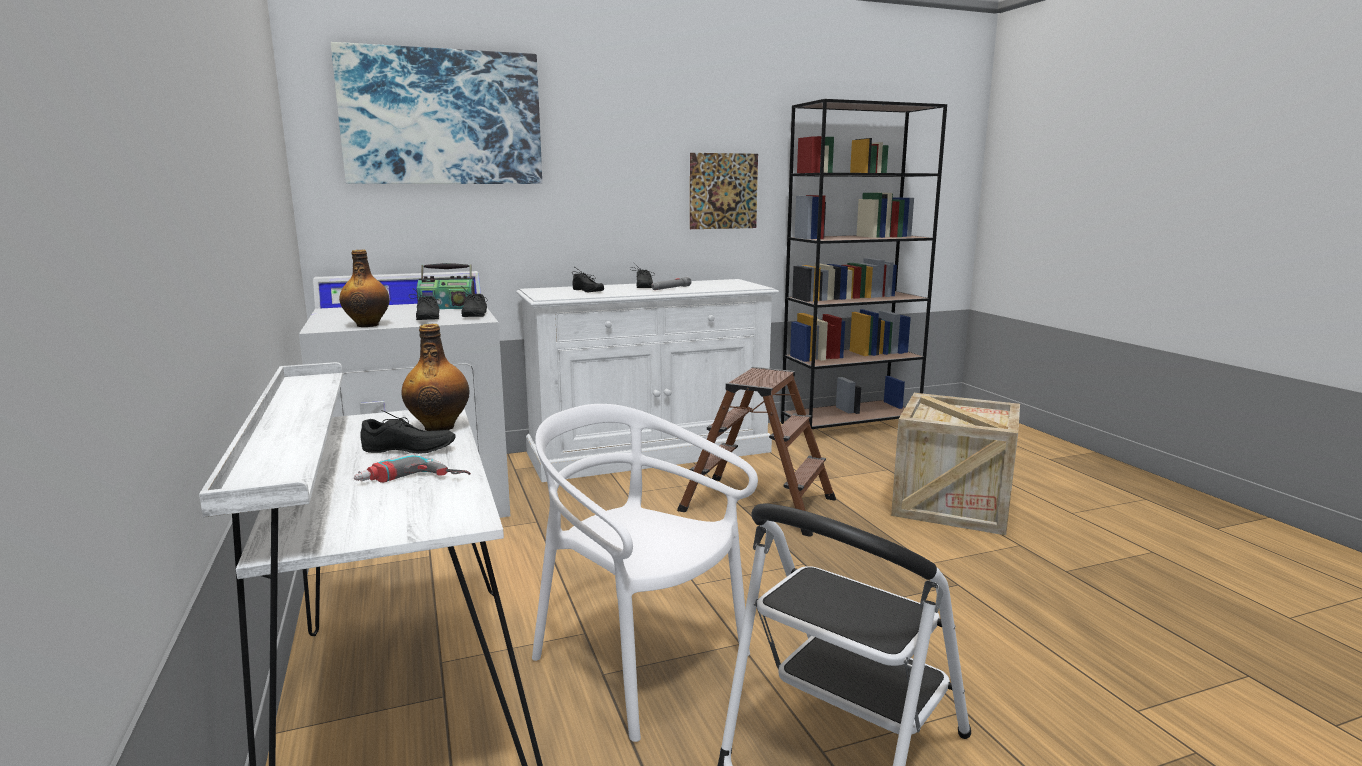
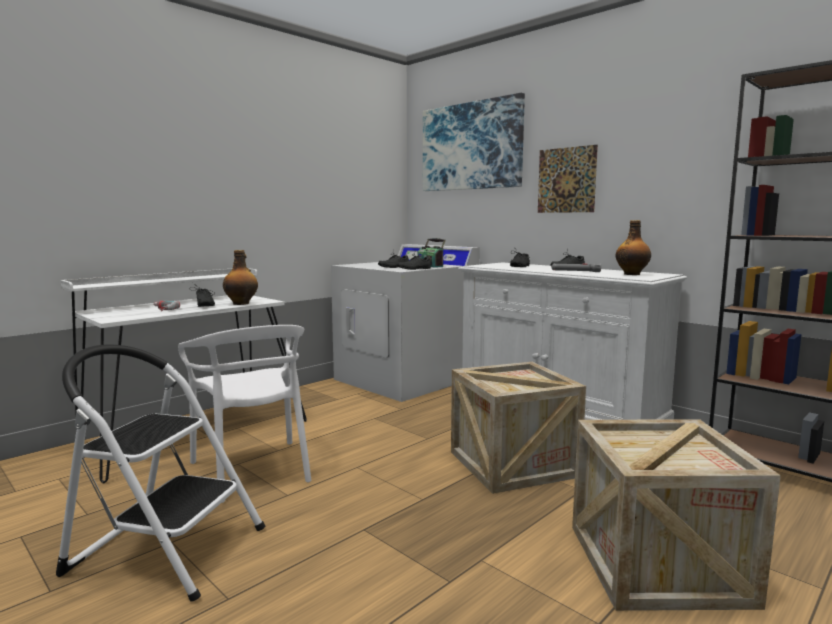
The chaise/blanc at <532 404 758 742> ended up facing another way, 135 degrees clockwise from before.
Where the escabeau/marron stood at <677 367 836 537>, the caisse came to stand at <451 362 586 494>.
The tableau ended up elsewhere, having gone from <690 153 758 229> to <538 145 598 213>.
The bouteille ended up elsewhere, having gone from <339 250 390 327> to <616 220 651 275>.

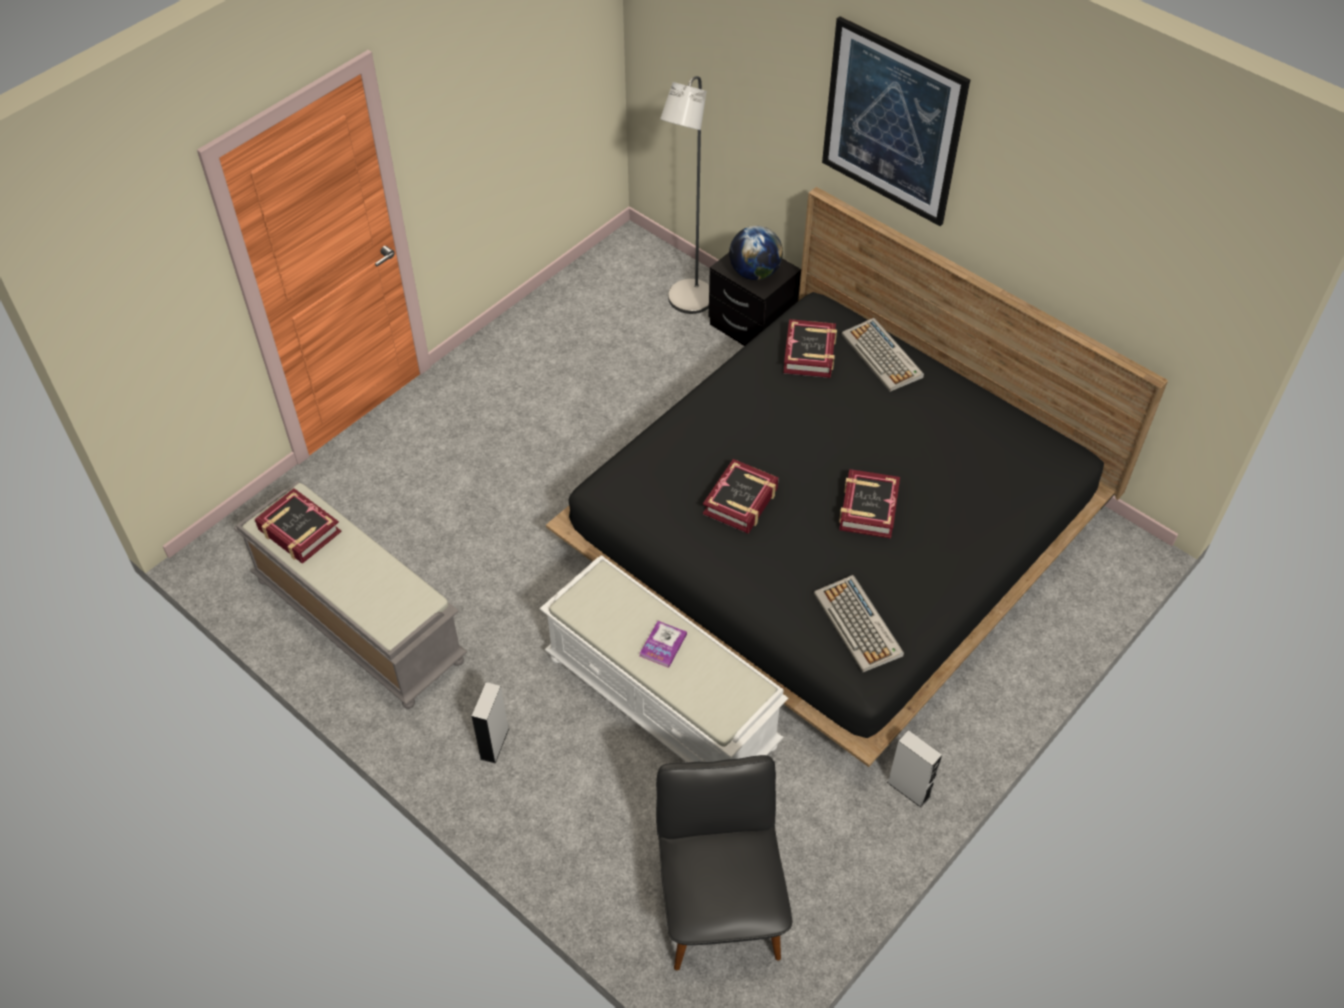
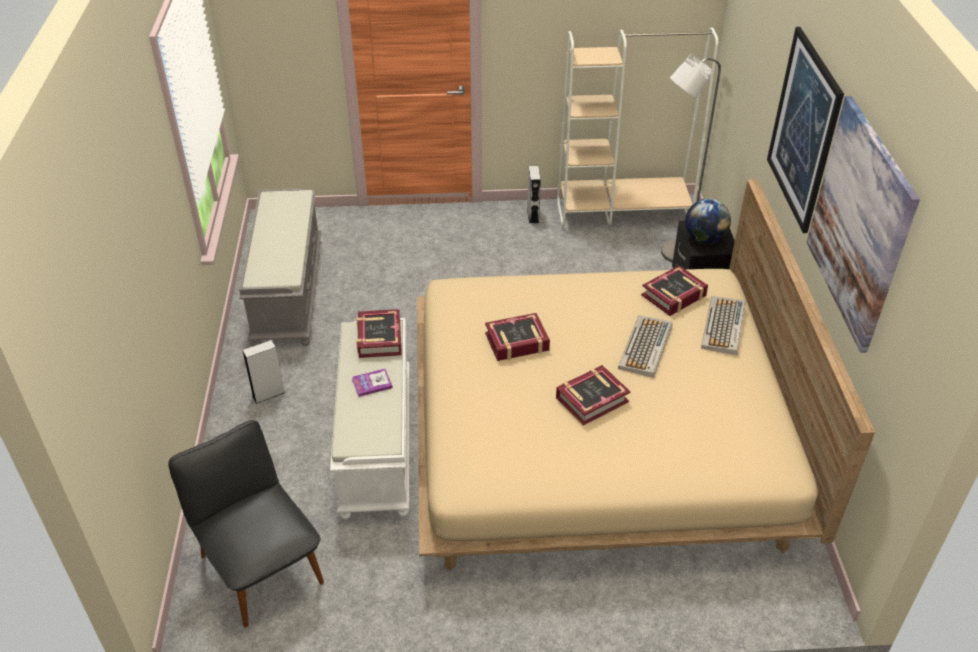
The chaise/noir at <656 755 793 970> ended up facing another way, 75 degrees counterclockwise from before.
The livre ended up elsewhere, having gone from <255 488 342 564> to <356 309 402 358>.
What was the lit/noir at <546 187 1168 767> turned into the lit/beige at <417 179 875 572>.
The enceinte/gris ended up elsewhere, having gone from <887 730 942 808> to <527 166 541 224>.
The second view gained the portant/beige at <557 27 718 226>.
The clavier ended up elsewhere, having gone from <814 575 904 672> to <618 315 673 378>.
The second view gained the tableau at <807 96 920 353>.

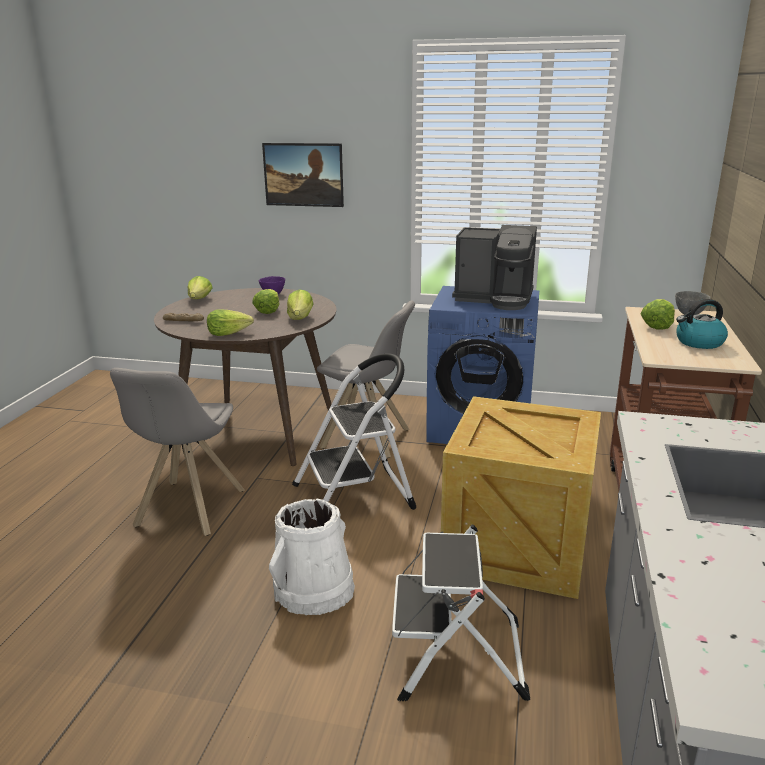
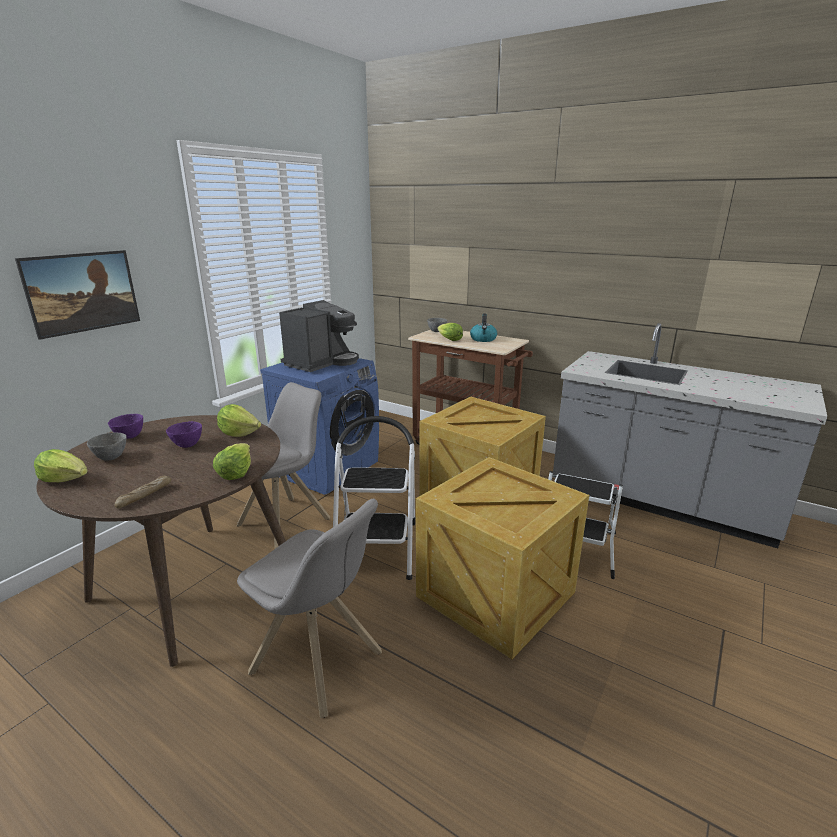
The second view gained the bol/gris at <87 433 127 461>.
Where the laitue stood at <252 289 279 314>, the bol/violet came to stand at <166 421 202 448>.
Where the seau/blanc stood at <269 499 355 615>, the caisse came to stand at <416 457 589 659>.

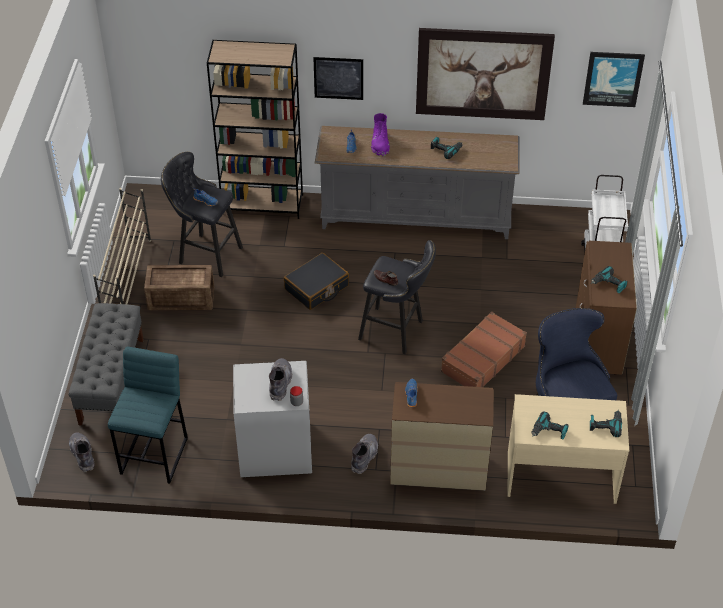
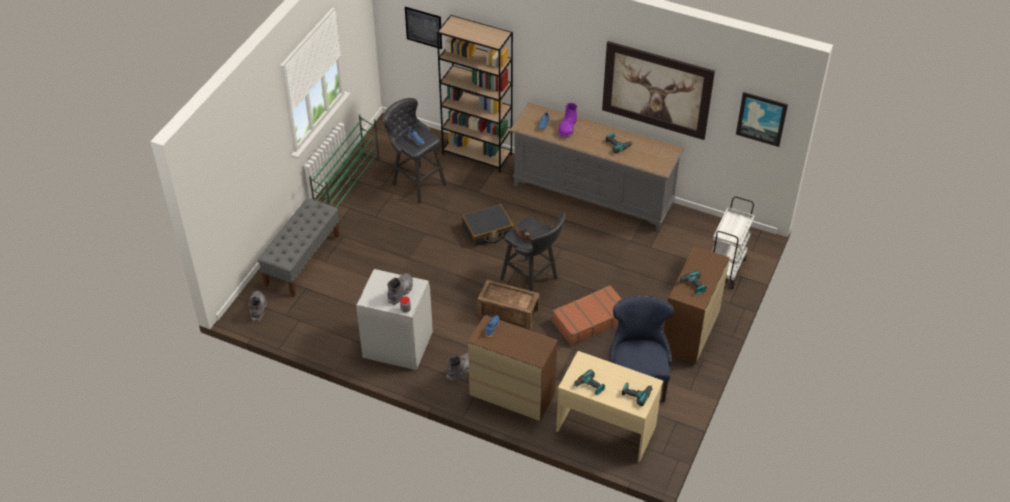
What was the étagère à chaussures/beige at <93 188 151 304> turned into the étagère à chaussures/vert at <309 114 380 208>.
The tableau ended up elsewhere, having gone from <313 57 363 100> to <405 7 442 49>.
The caisse ended up elsewhere, having gone from <144 265 214 310> to <477 280 539 330>.
The second view lost the tabouret/turquoise at <108 347 188 484>.

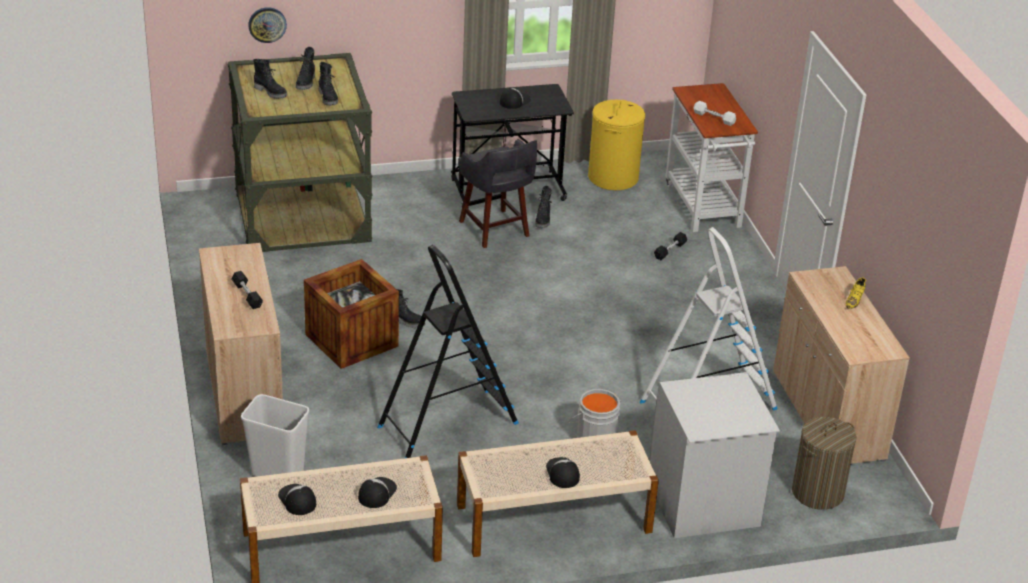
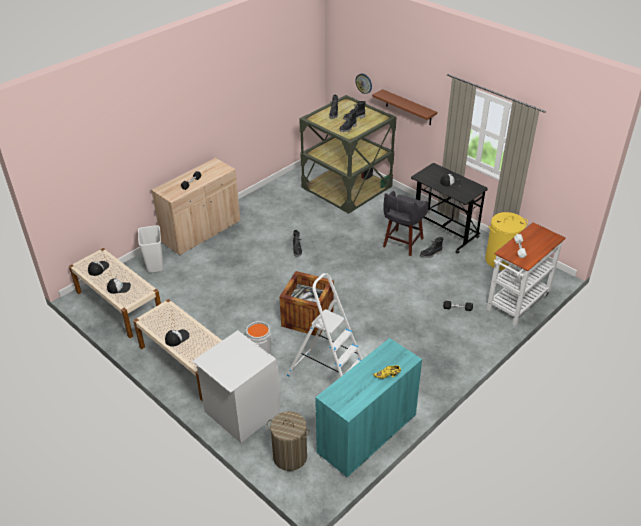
The caisse ended up elsewhere, having gone from <304 259 399 369> to <279 271 334 337>.
What was the meuble de rangement/beige at <773 266 910 464> turned into the meuble de rangement/turquoise at <315 338 422 478>.
The second view gained the étagère/marron at <372 89 437 125>.
The second view lost the escabeau/noir at <377 245 519 458>.

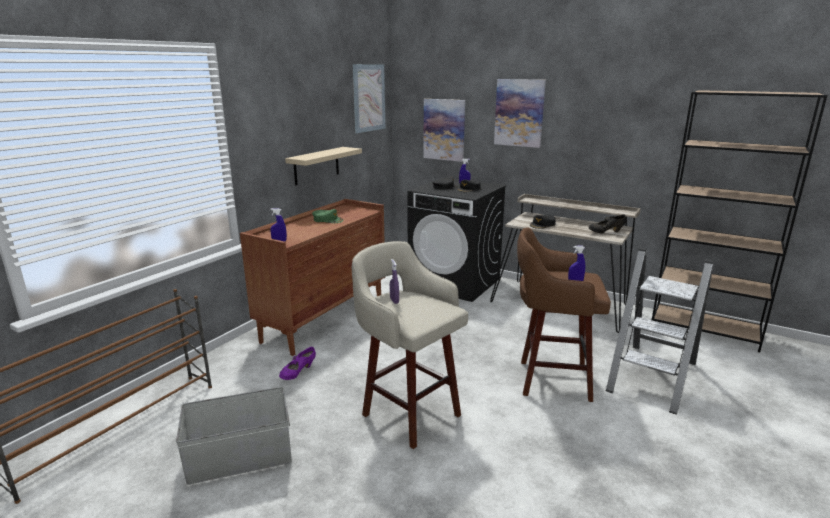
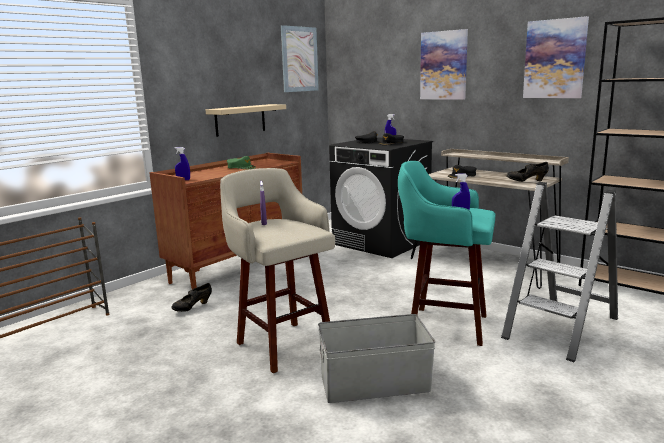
What was the chaussure/violet at <279 347 316 380> turned into the chaussure/noir at <171 283 212 312>.
The boîte de rangement/gris ended up elsewhere, having gone from <176 387 292 485> to <318 314 435 403>.
What was the tabouret/marron at <517 227 611 402> turned into the tabouret/turquoise at <398 161 495 346>.
The tableau ended up elsewhere, having gone from <423 99 465 162> to <523 16 589 98>.

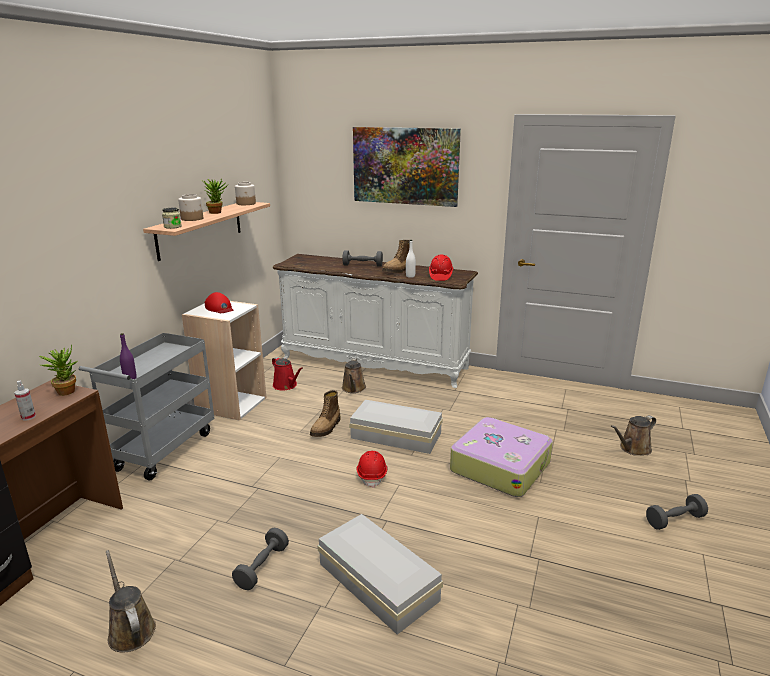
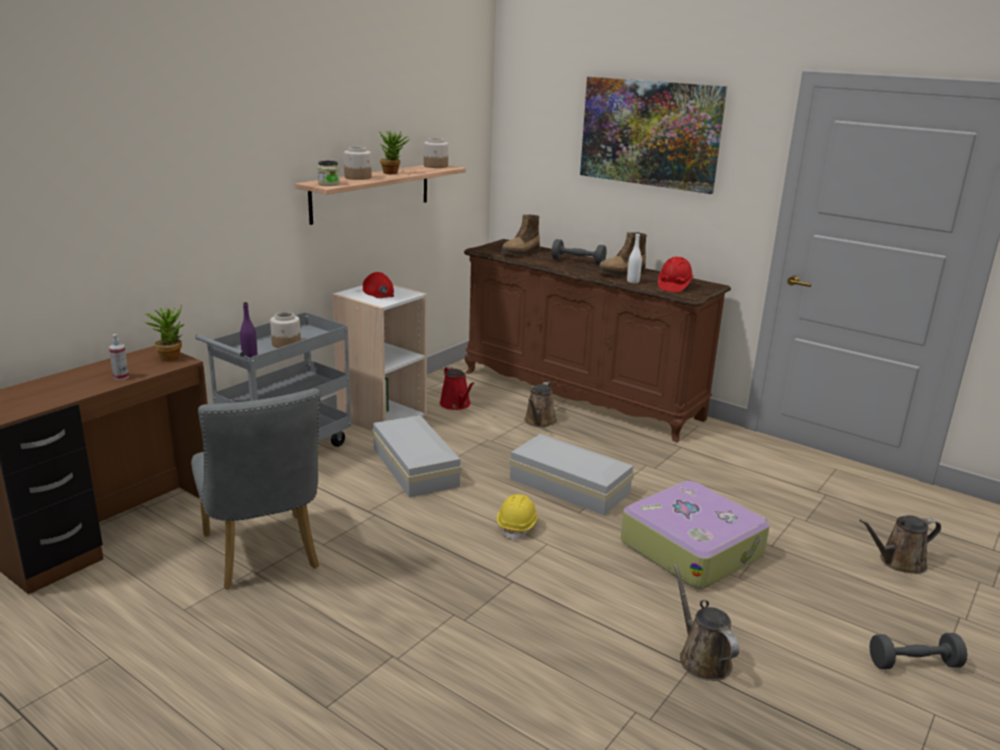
The second view gained the chaise/gris at <191 388 321 589>.
The second view gained the bocal at <270 312 301 348>.
The boîte de rangement/blanc ended up elsewhere, having gone from <317 514 443 635> to <372 415 462 498>.
What was the meuble de rangement/blanc at <273 254 478 388> turned into the meuble de rangement/marron at <464 239 731 442>.
What was the casque de chantier/rouge at <357 451 387 488> turned into the casque de chantier/jaune at <497 494 538 541>.
The botte ended up elsewhere, having gone from <310 390 341 437> to <501 215 540 256>.
The arrosoir/marron ended up elsewhere, having gone from <106 550 156 653> to <673 564 739 681>.
The second view lost the haltère/gris at <232 528 289 590>.

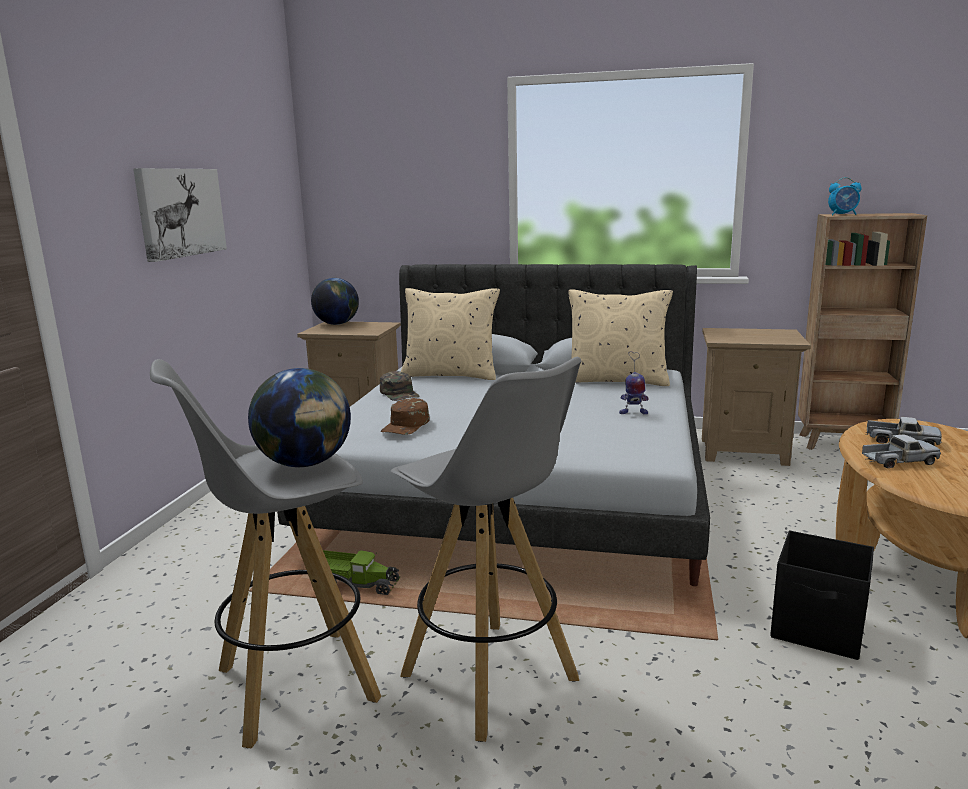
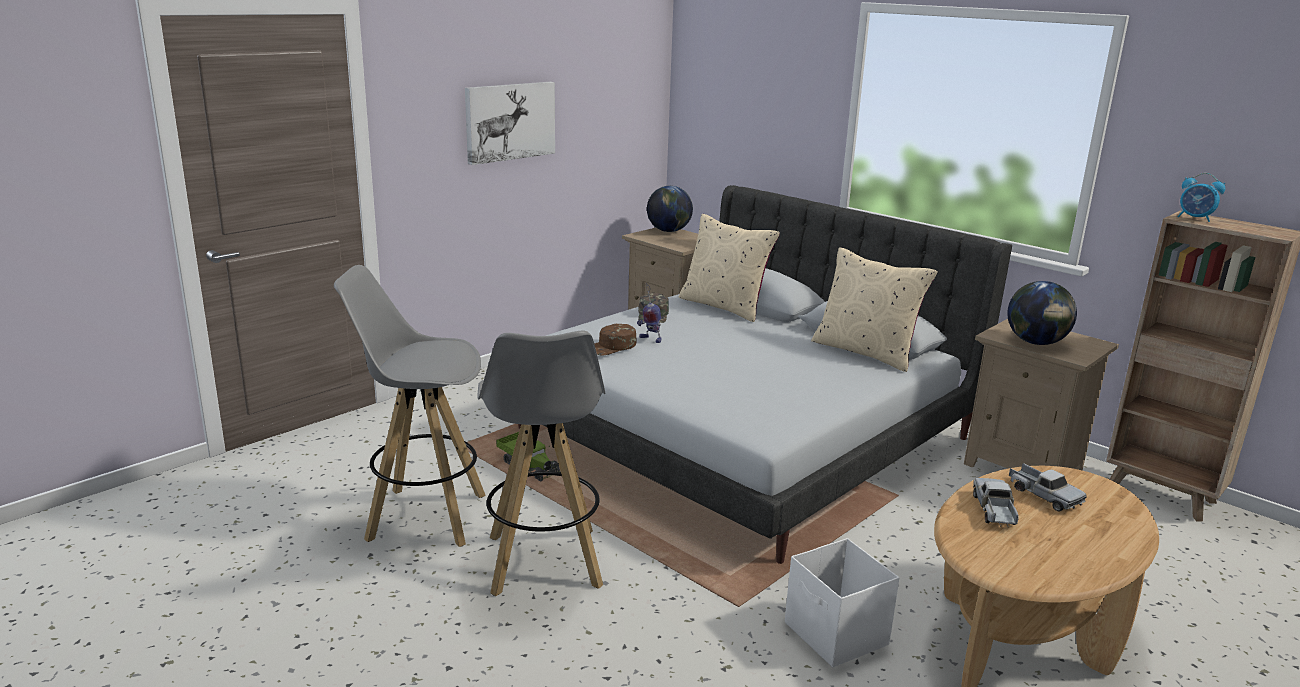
The robot jouet ended up elsewhere, having gone from <619 351 649 415> to <637 283 661 343>.
What was the boîte de rangement/noir at <770 531 874 660> turned into the boîte de rangement/blanc at <785 538 899 667>.
The camion jouet at <862 435 941 468> ended up facing another way, 105 degrees counterclockwise from before.
The globe ended up elsewhere, having gone from <248 368 351 467> to <1007 281 1077 345>.

